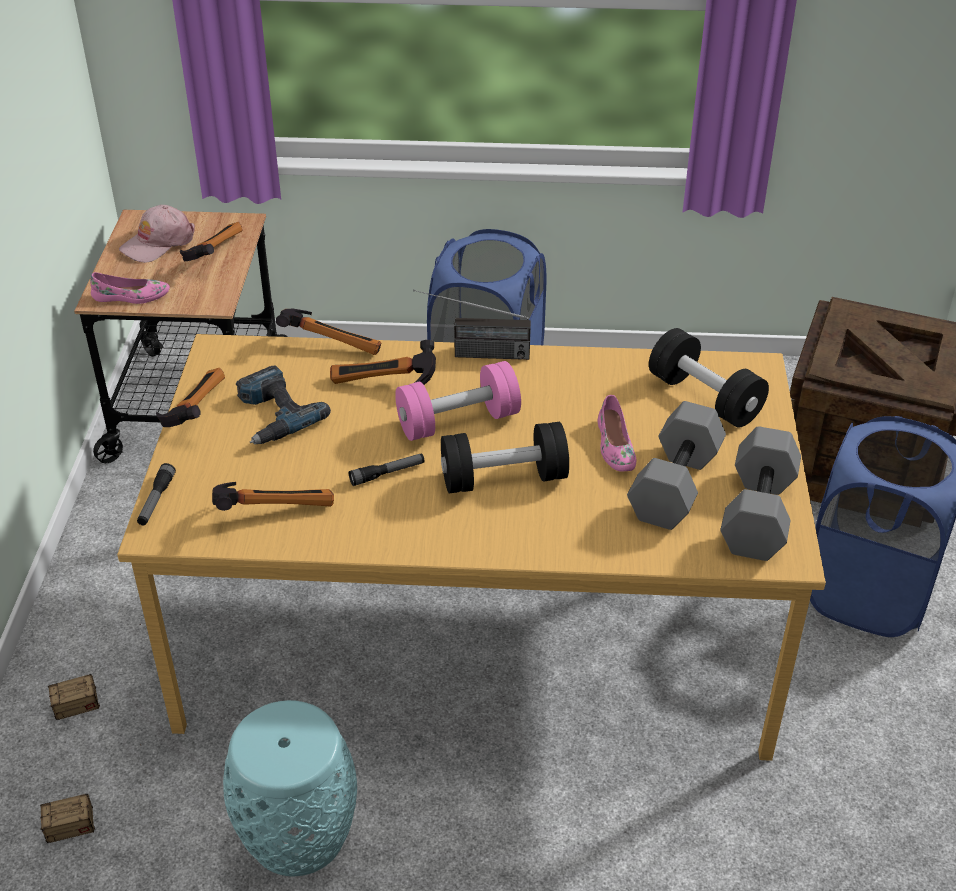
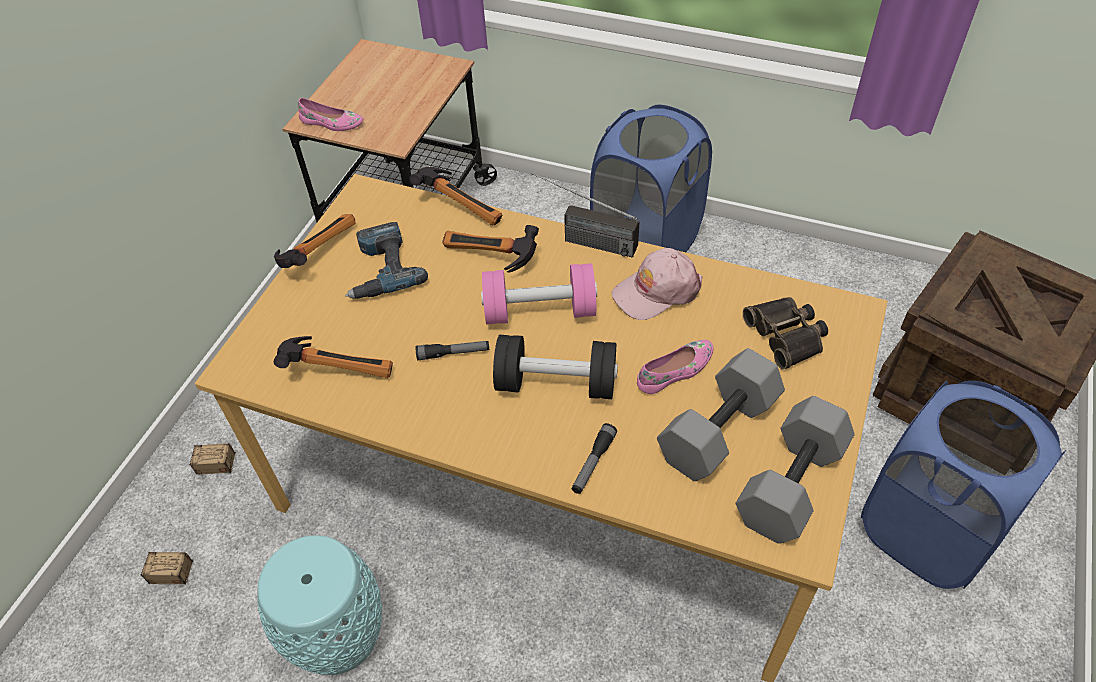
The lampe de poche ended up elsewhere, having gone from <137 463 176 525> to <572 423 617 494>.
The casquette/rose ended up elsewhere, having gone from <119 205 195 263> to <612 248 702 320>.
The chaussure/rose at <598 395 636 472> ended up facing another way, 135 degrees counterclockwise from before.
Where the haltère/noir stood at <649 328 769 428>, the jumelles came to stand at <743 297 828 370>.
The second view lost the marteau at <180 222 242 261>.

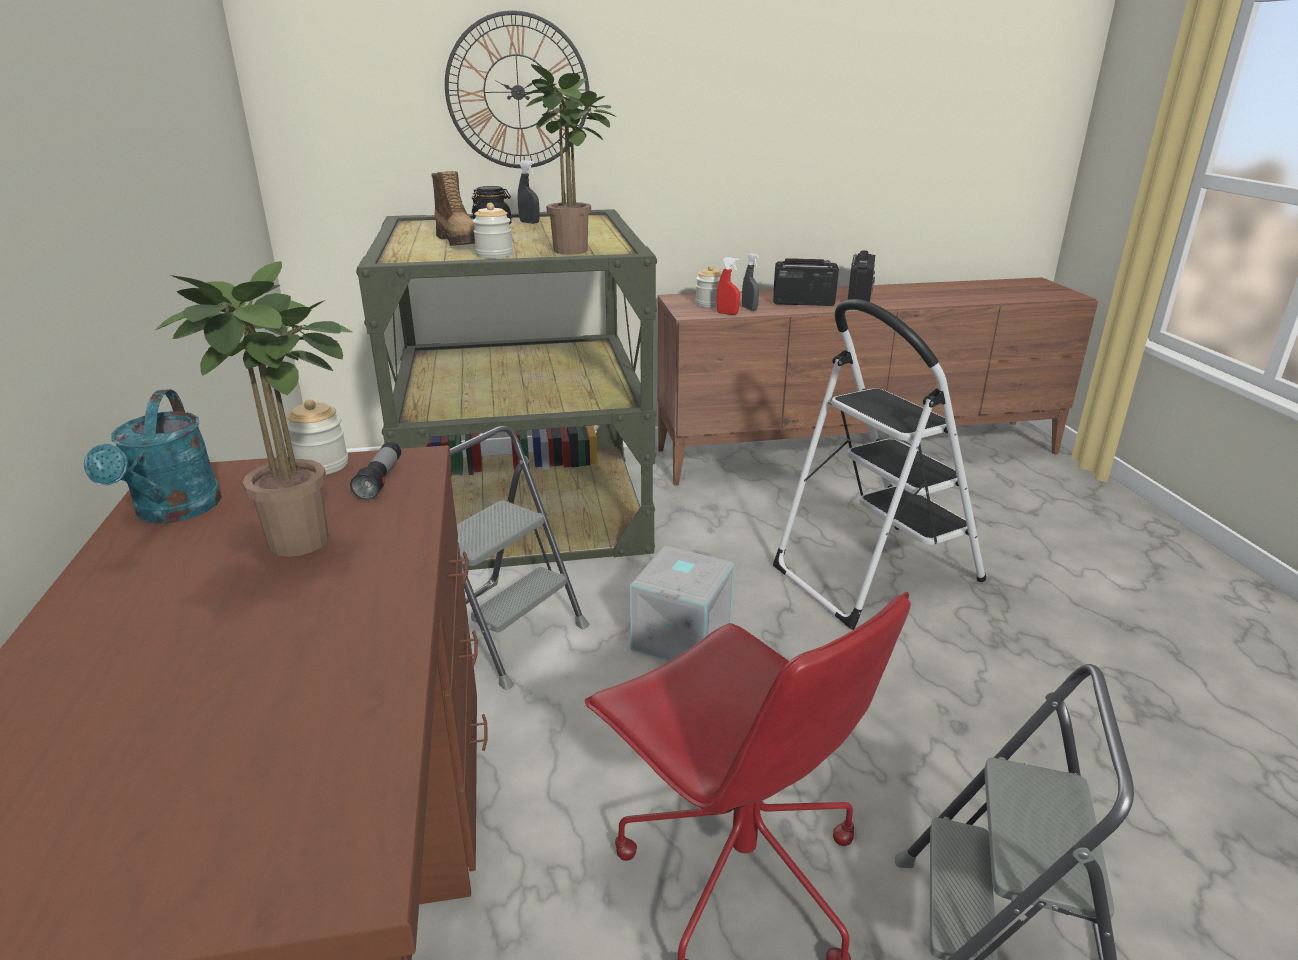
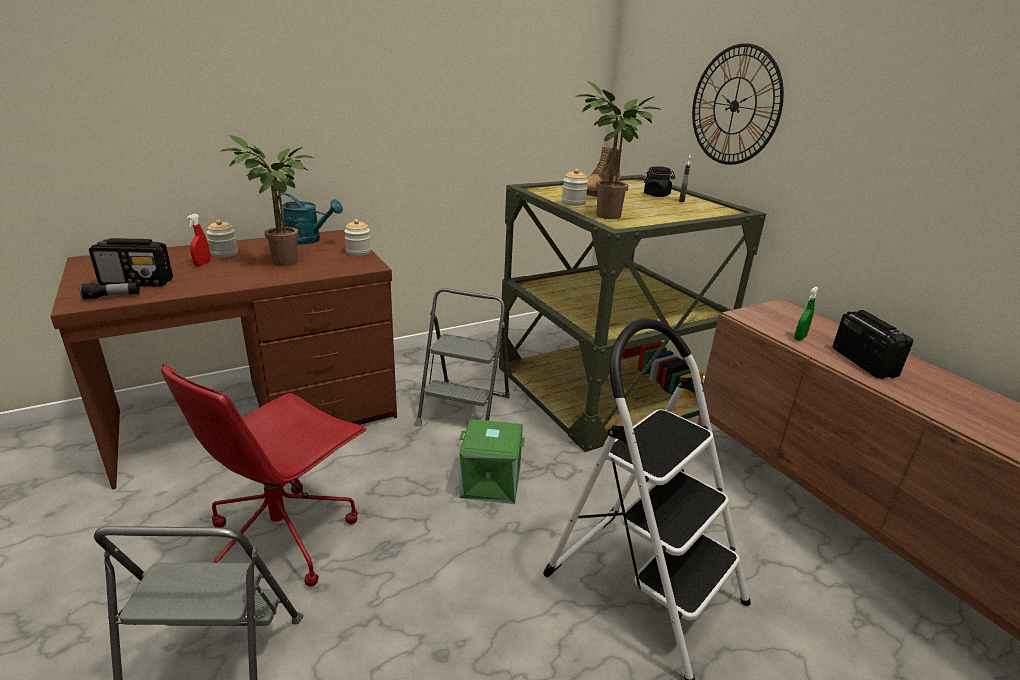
The lampe de poche ended up elsewhere, having gone from <350 442 401 500> to <80 282 140 300>.
The radio ended up elsewhere, having gone from <848 250 875 302> to <89 238 173 287>.
The vaporisateur/rouge ended up elsewhere, having gone from <717 257 740 315> to <186 214 210 266>.
The bocal ended up elsewhere, having gone from <696 265 722 307> to <206 220 238 258>.
The arrosoir/turquoise at <84 389 222 524> ended up facing another way, 135 degrees counterclockwise from before.
What was the boîte de rangement/gris at <630 545 734 661> turned into the boîte de rangement/vert at <459 419 525 504>.
What was the vaporisateur/gris at <742 253 759 311> turned into the vaporisateur/vert at <794 287 819 341>.

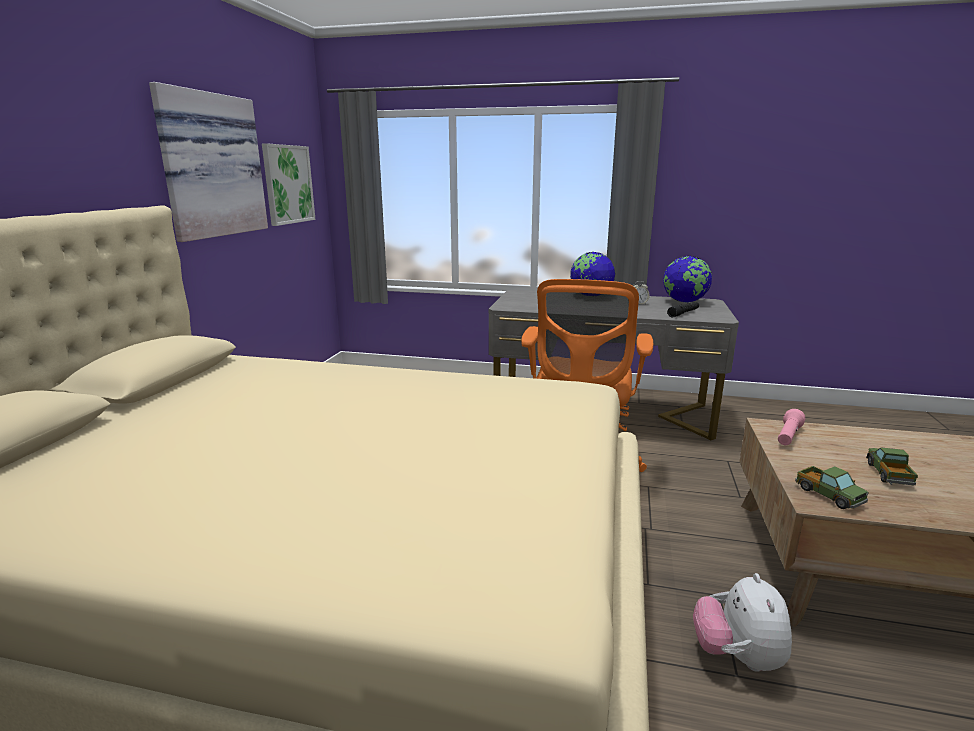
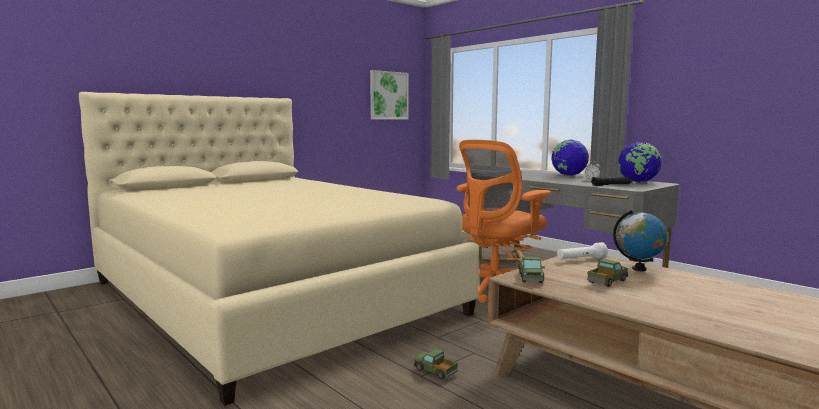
Where the peluche stood at <693 573 792 672>, the camion jouet came to stand at <413 349 458 379>.
What was the lampe de poche/rose at <778 409 805 445> turned into the lampe de poche/blanc at <557 242 608 259>.
The second view gained the globe at <613 210 667 271>.
The second view lost the tableau at <149 82 268 242>.

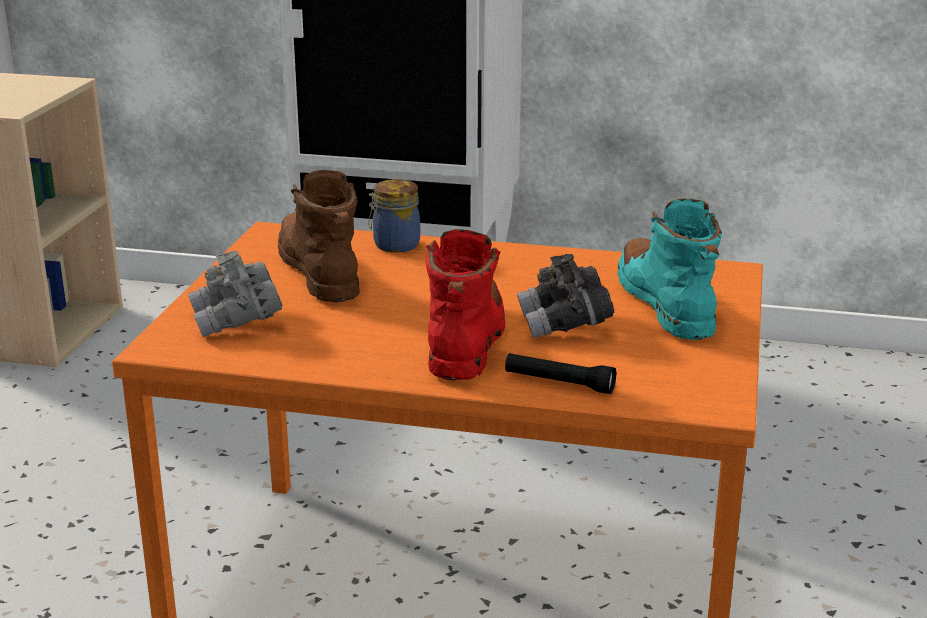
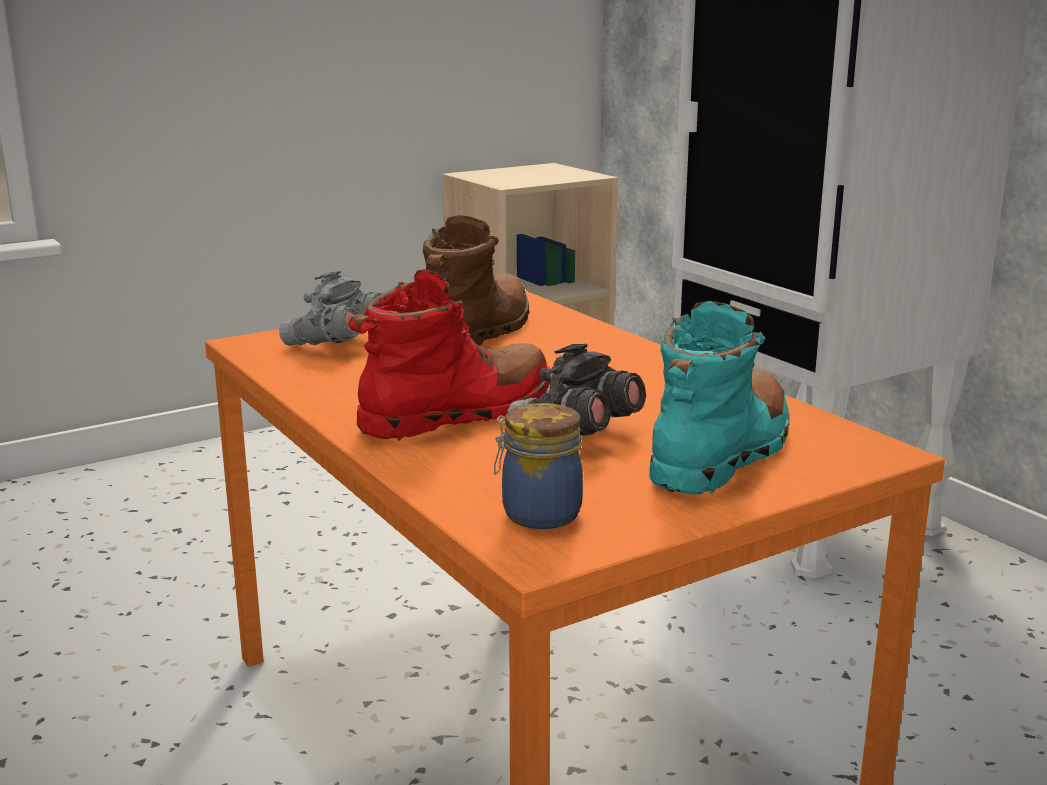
The bocal ended up elsewhere, having gone from <368 179 420 253> to <494 403 583 529>.
The second view lost the lampe de poche/noir at <505 353 616 394>.

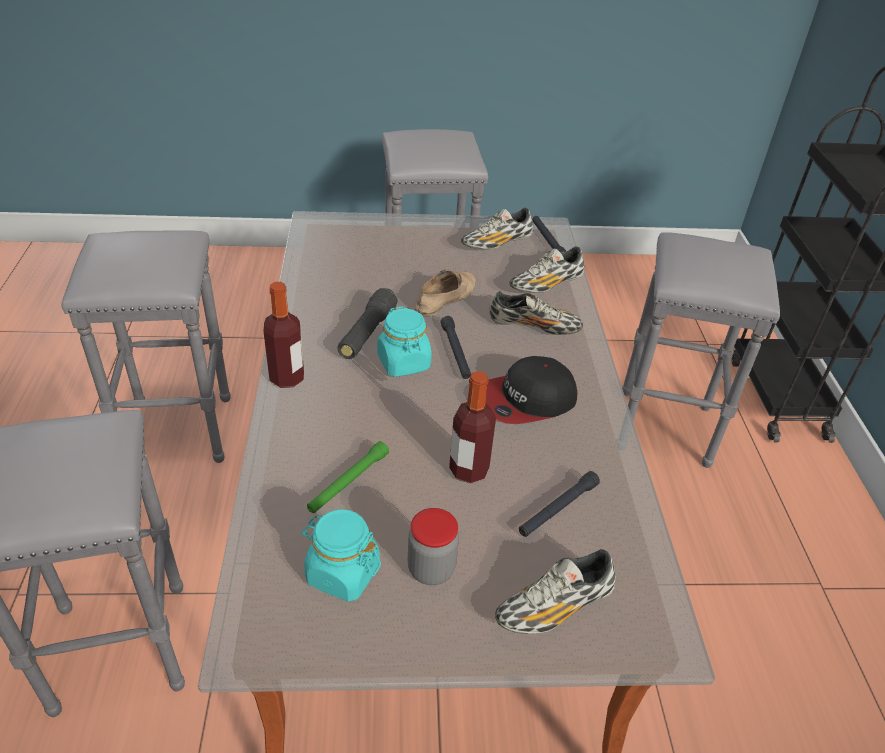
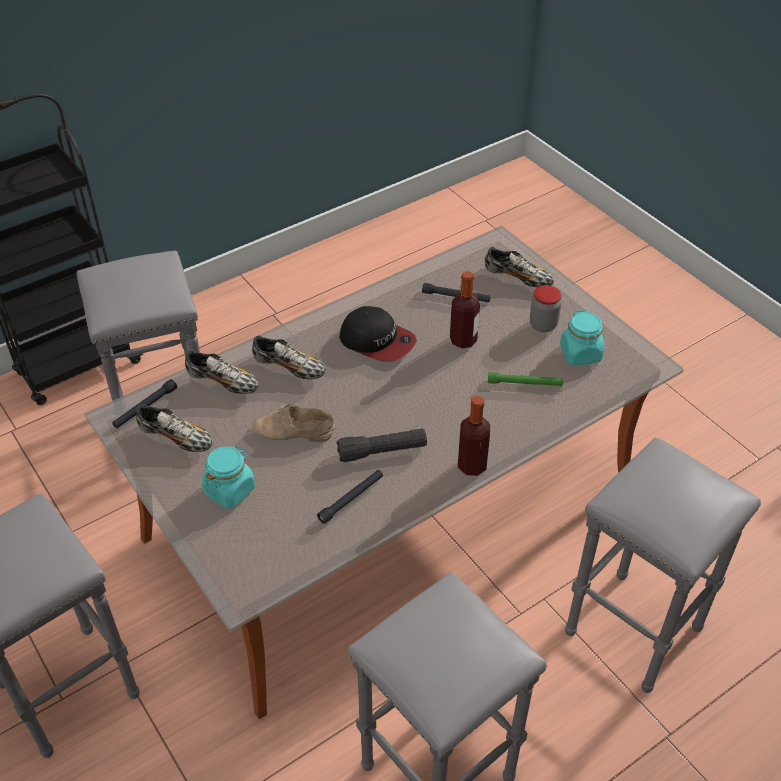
The bocal/turquoise ended up elsewhere, having gone from <377 306 432 377> to <202 446 255 508>.
The chaussure at <490 291 583 335> ended up facing another way, 135 degrees clockwise from before.
The lampe de poche/noir ended up elsewhere, having gone from <441 316 471 379> to <317 470 383 524>.

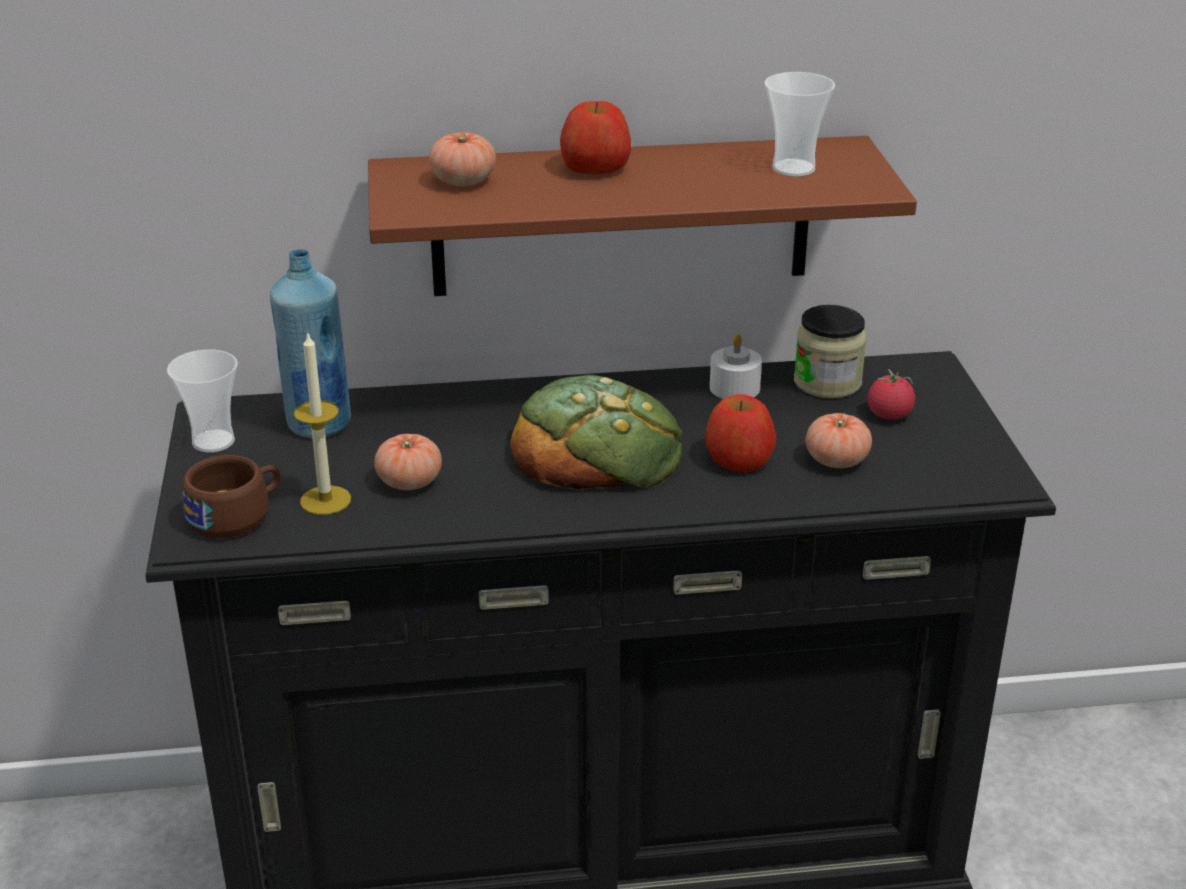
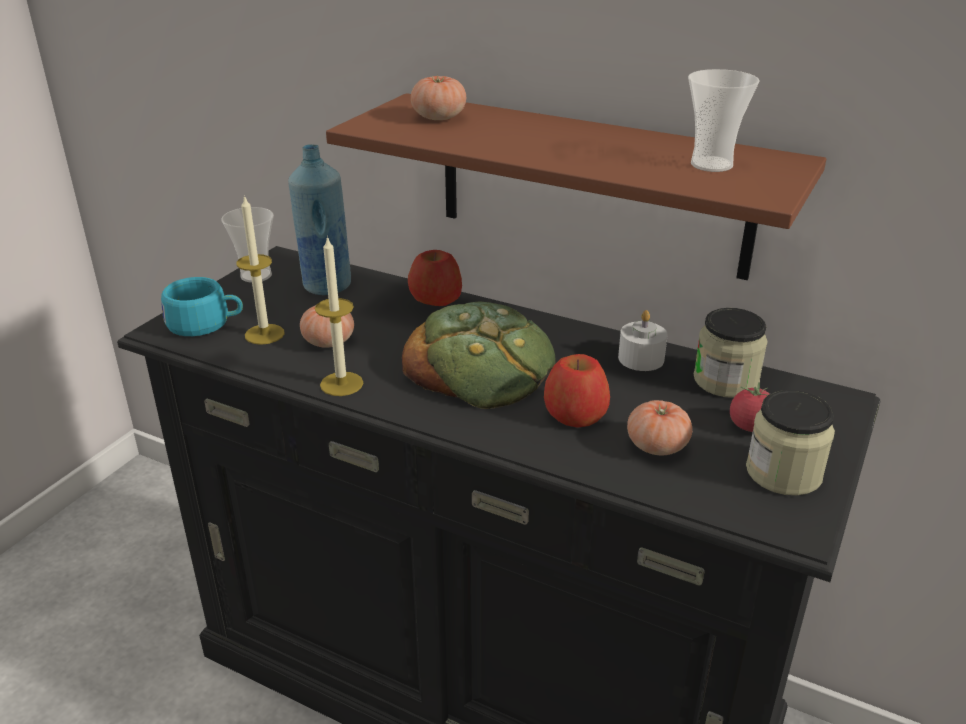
What was the tasse/marron at <182 455 280 538> turned into the tasse/turquoise at <161 277 243 336>.
The second view gained the bougie at <315 236 363 396>.
The pomme ended up elsewhere, having gone from <560 101 631 174> to <408 250 462 306>.
The second view gained the bocal at <746 390 835 496>.

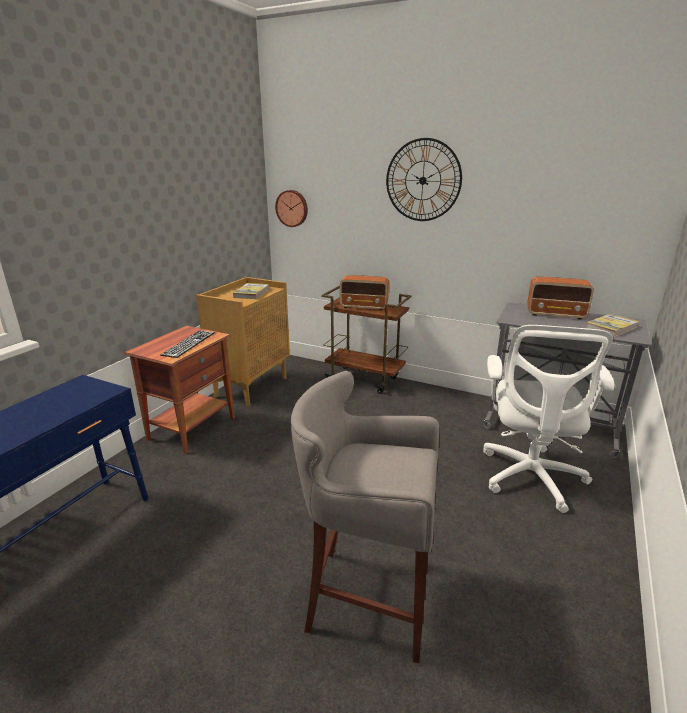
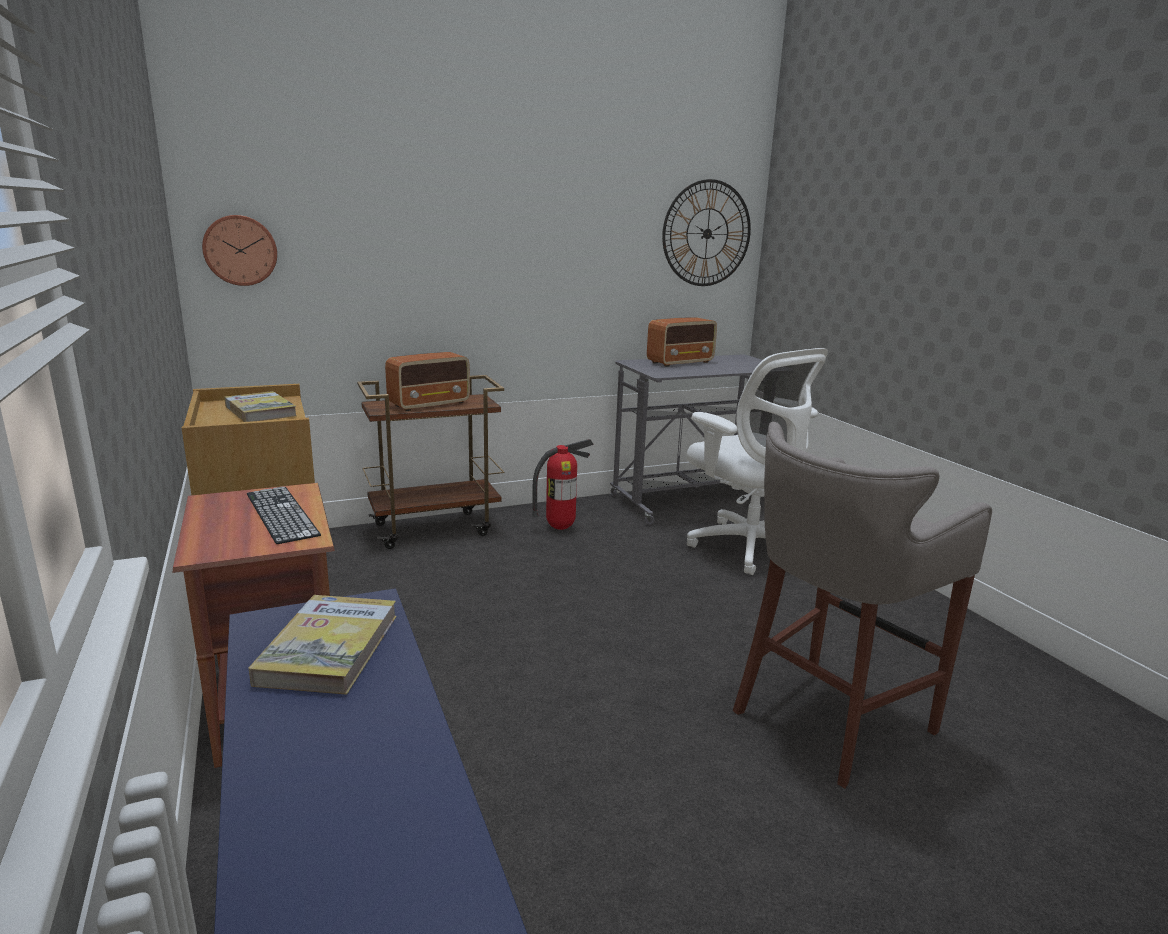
The livre ended up elsewhere, having gone from <585 314 639 337> to <249 595 397 695>.
The second view gained the extincteur at <532 439 594 530>.
The horloge murale ended up elsewhere, having gone from <386 138 462 221> to <662 179 751 286>.

